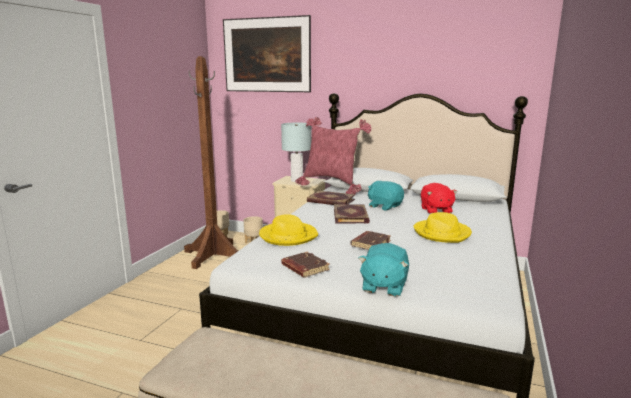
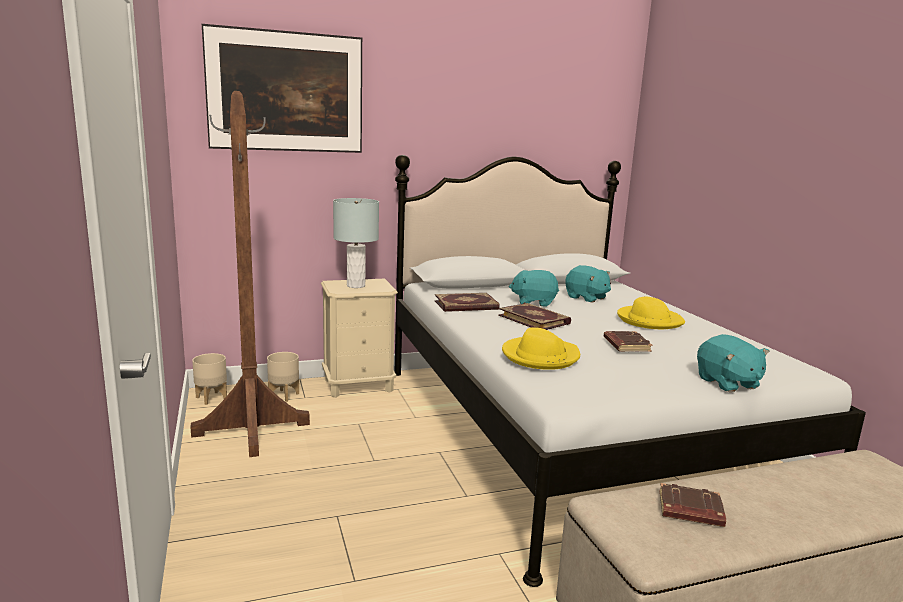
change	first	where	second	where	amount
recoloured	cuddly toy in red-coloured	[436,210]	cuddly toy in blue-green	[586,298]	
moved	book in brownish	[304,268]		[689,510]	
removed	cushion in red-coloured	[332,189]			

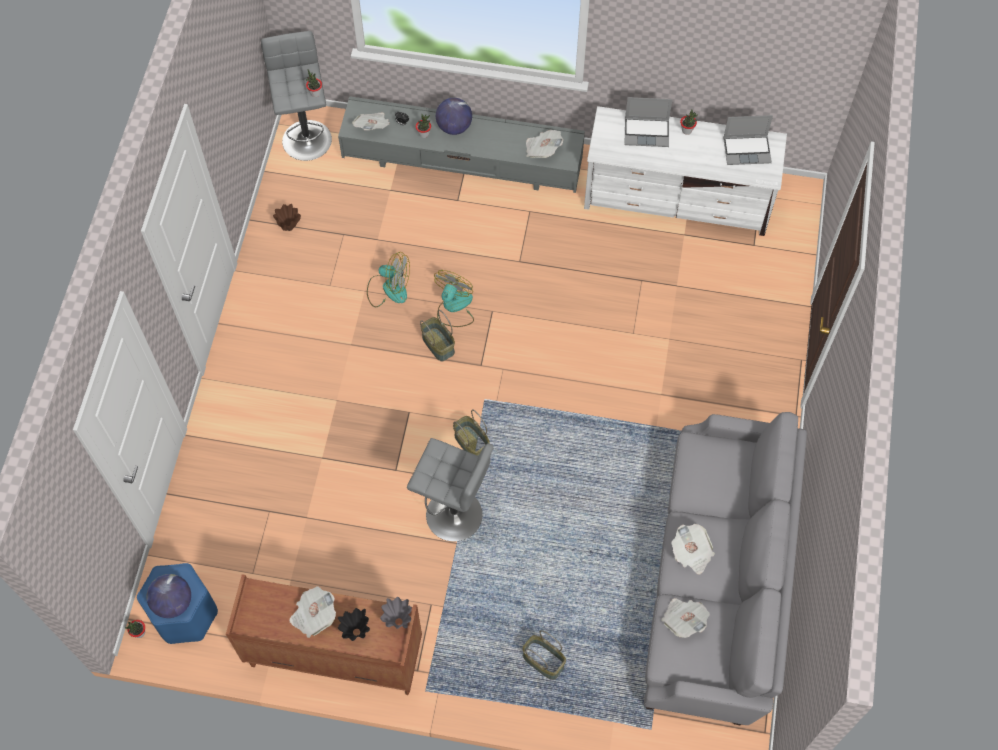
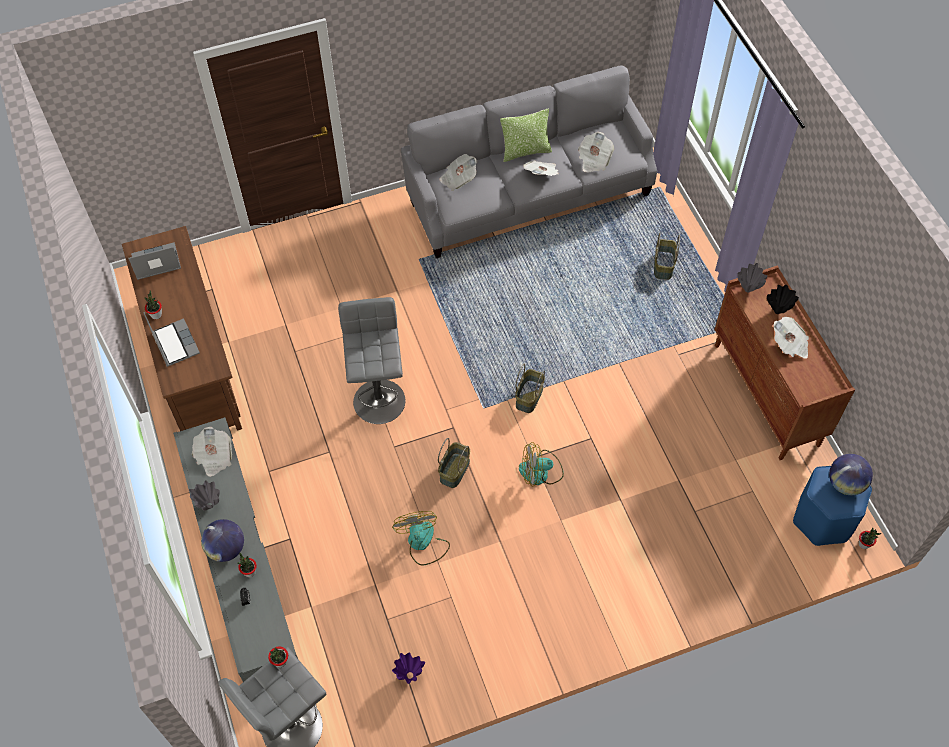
change	first	where	second	where	amount
recoloured	chest of drawers in white-coloured	[677,201]	chest of drawers in brownish	[194,361]	
turned	portable computer	[747,150]		[156,263]	75 degrees counterclockwise
added			flower vase in grey	[210,506]	
moved	sitting stool in grey	[454,515]		[379,401]	
recoloured	flower vase in brownish	[290,228]	flower vase in purplish	[409,675]	
moved	printed paper	[373,127]		[458,179]	
added			cushion	[525,151]	
moved	electric fan	[454,307]		[540,472]	

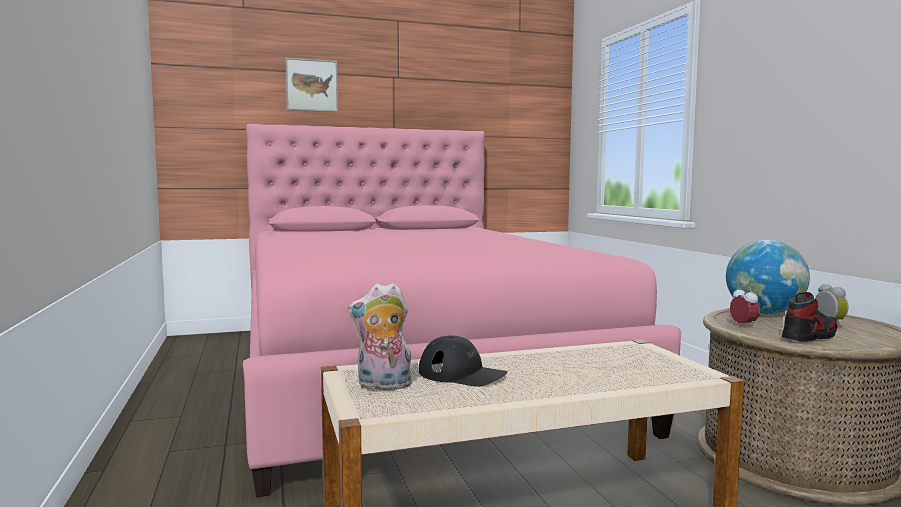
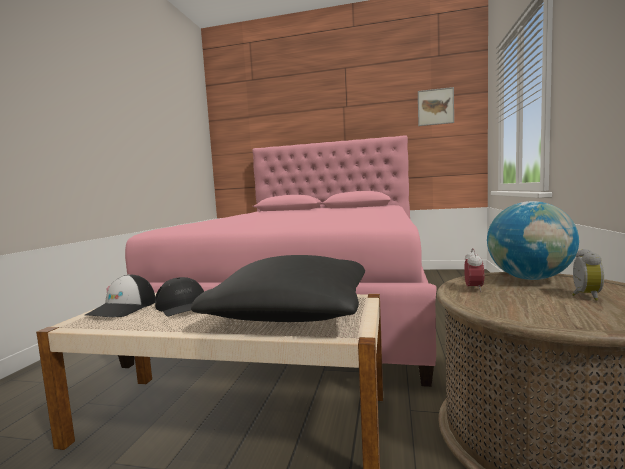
change	first	where	second	where	amount
replaced	cuddly toy	[383,386]	baseball cap	[123,308]	
added			cushion in black	[292,312]	
moved	wall picture	[312,85]		[435,107]	
removed	low shoe	[809,336]			

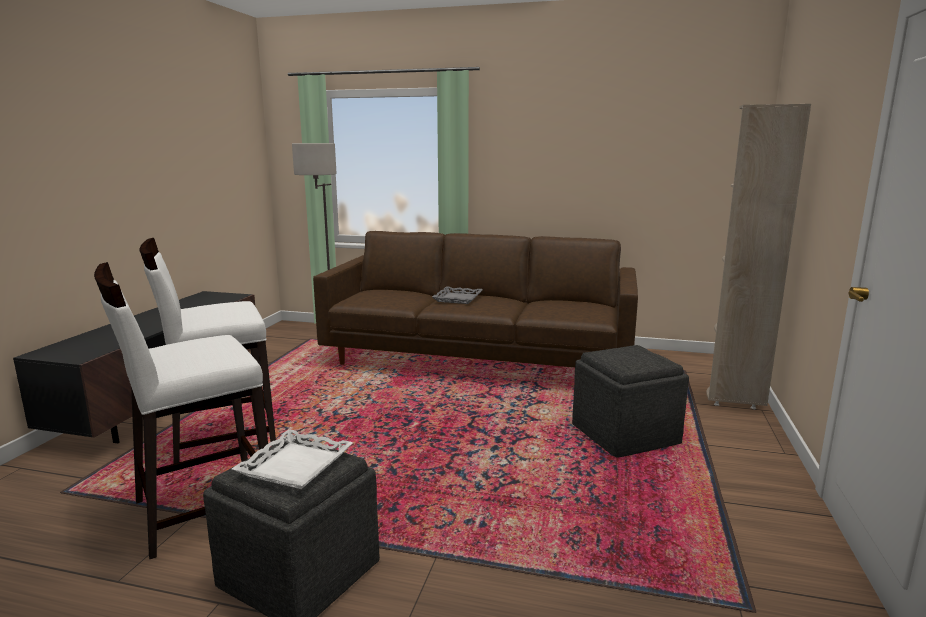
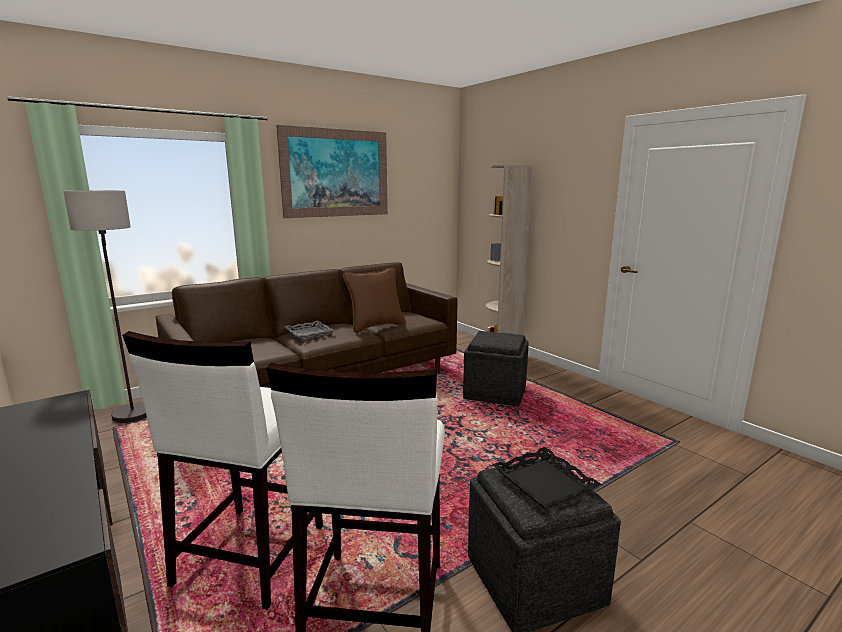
change	first	where	second	where	amount
added			wall picture	[336,173]	
added			cushion in brownish	[375,326]	
recoloured	serving tray in white-coloured	[295,465]	serving tray in black	[543,483]	

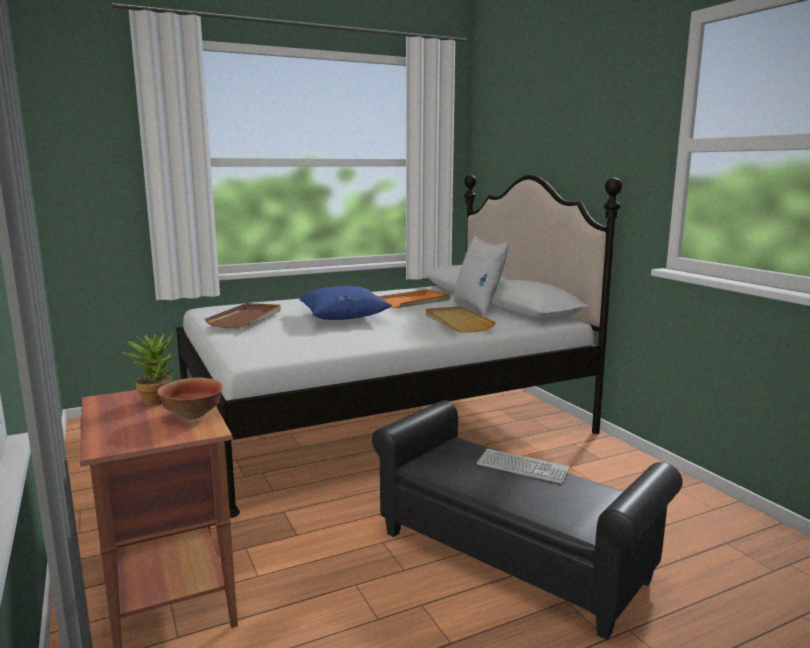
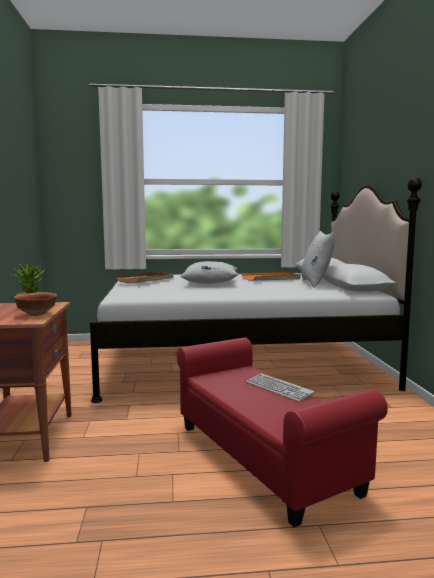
change	first	where	second	where	amount
recoloured	footrest in black	[511,556]	footrest in red-coloured	[263,457]	
recoloured	cushion in bluish	[343,317]	cushion in grey	[210,283]	
removed	serving tray in sand-coloured	[457,322]			

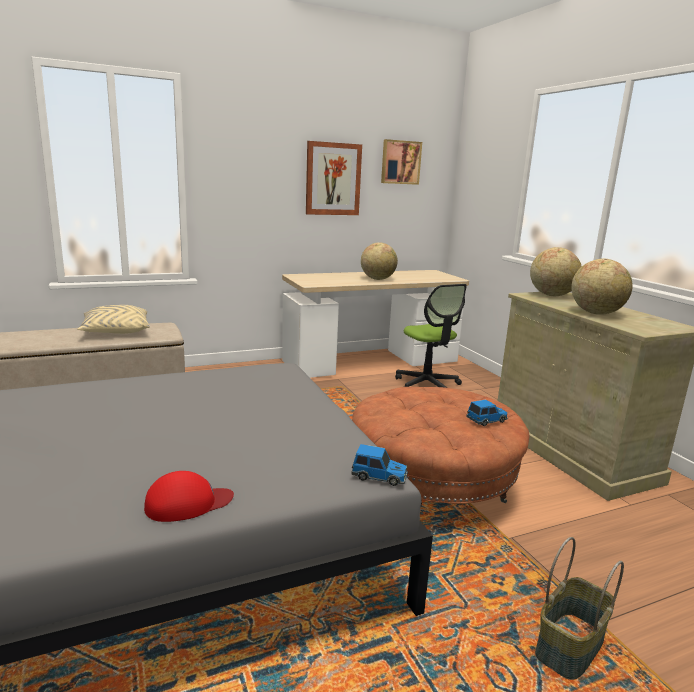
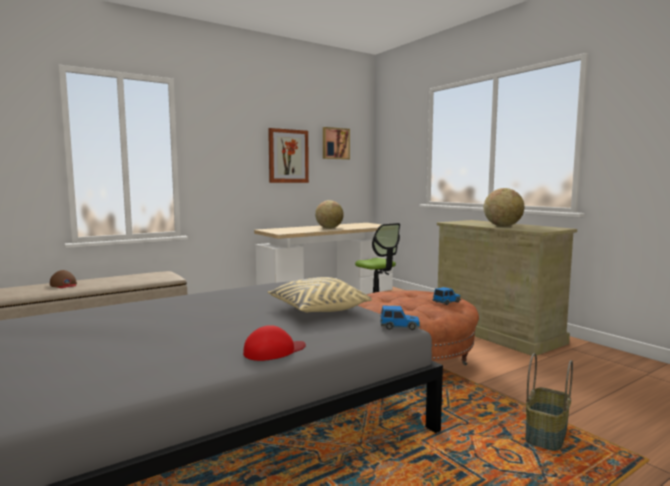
change	first	where	second	where	amount
added			baseball cap in brownish	[64,285]	
moved	cushion in sand-coloured	[116,331]		[318,310]	
removed	desk globe	[551,295]			

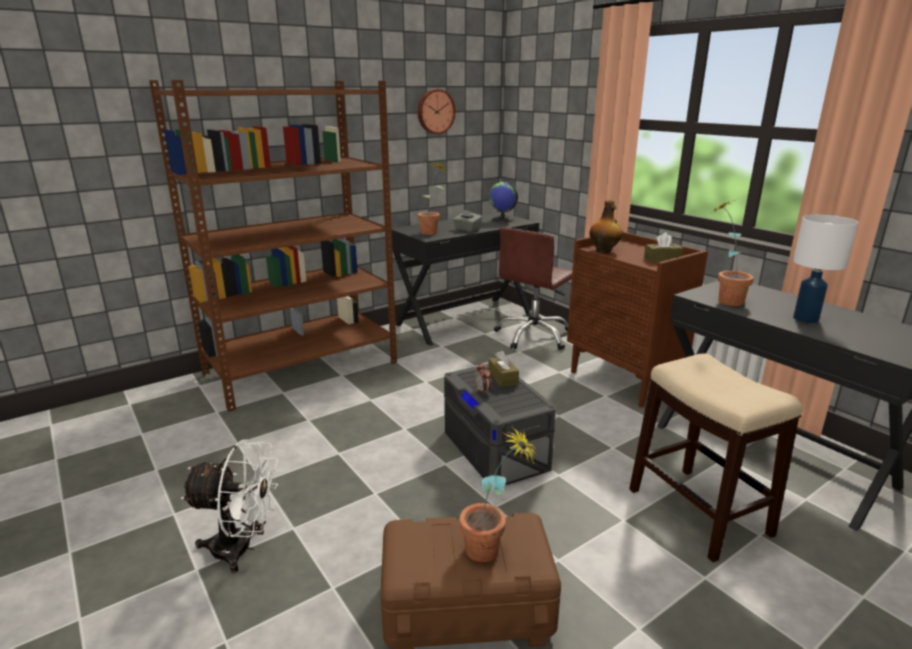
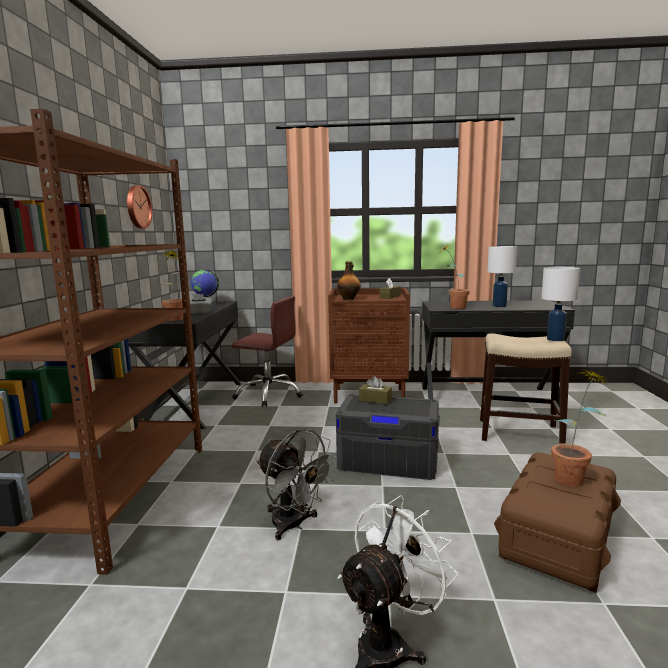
change	first	where	second	where	amount
turned	office chair in brownish	[534,336]		[269,394]	60 degrees counterclockwise
added			electric fan in grey	[294,525]	
added			tabletop lamp in white-coloured	[555,339]	
removed	table clock	[483,391]			

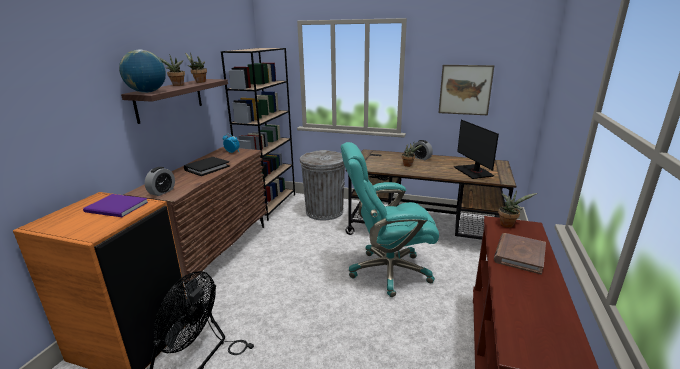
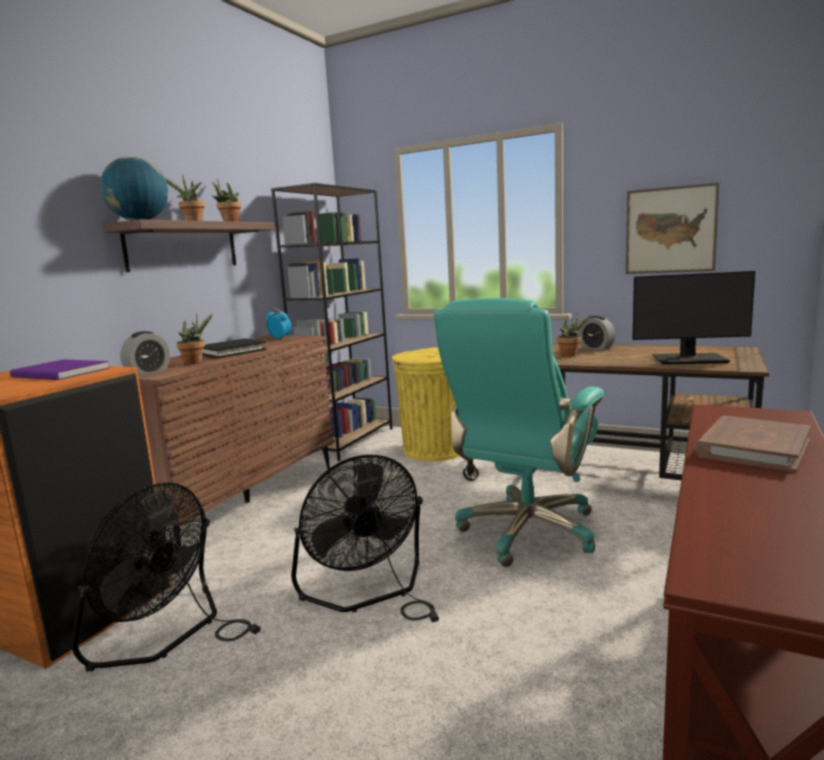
change	first	where	second	where	amount
moved	potted plant	[508,224]		[196,362]	
added			electric fan in black	[376,592]	
recoloured	rubbish bin in grey	[324,211]	rubbish bin in yellow-coloured	[435,450]	
turned	office chair in blue-green	[386,272]		[525,534]	60 degrees counterclockwise
turned	computer display	[473,172]		[688,359]	75 degrees counterclockwise

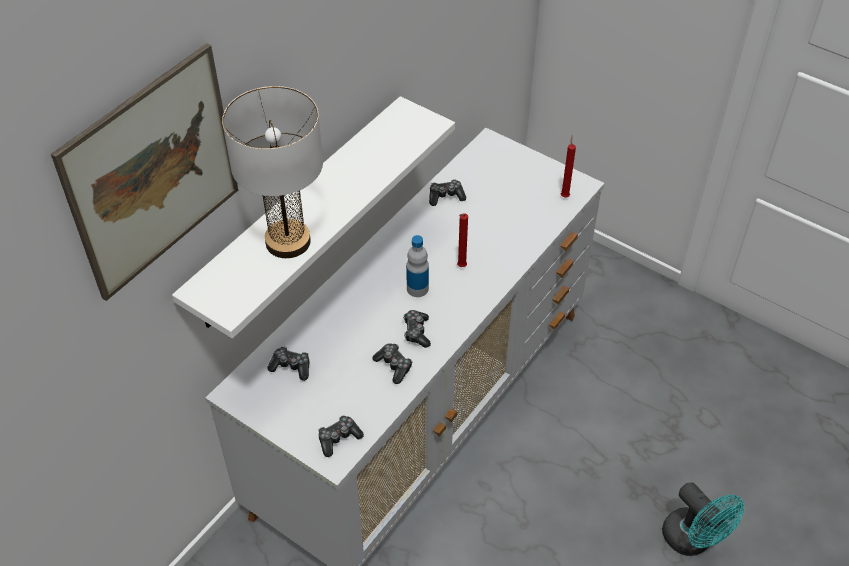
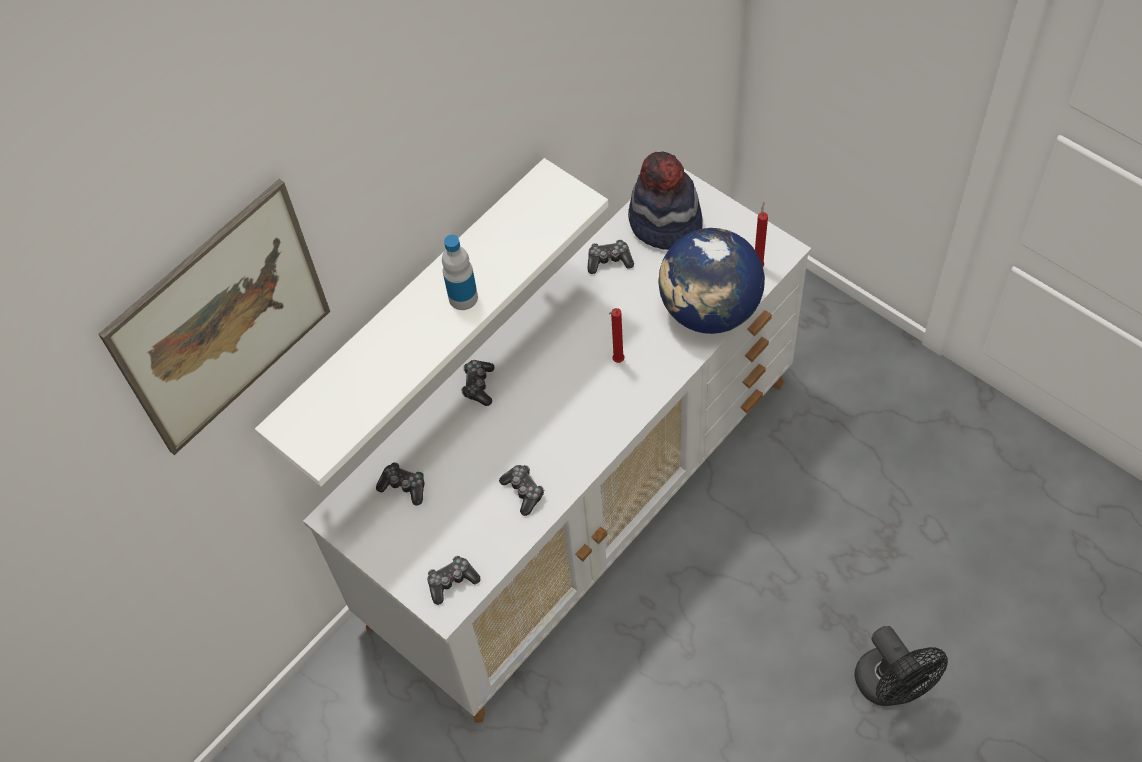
change	first	where	second	where	amount
moved	beverage bottle	[417,288]		[463,297]	
moved	gamepad	[416,332]		[478,385]	
added			hat	[665,223]	
added			desk globe	[709,310]	
recoloured	electric fan in blue-green	[693,540]	electric fan in black	[891,687]	
removed	tabletop lamp	[287,241]			

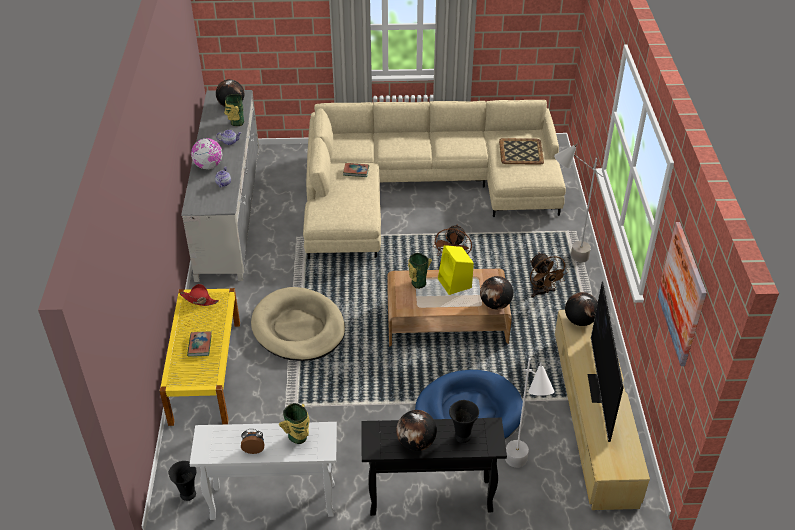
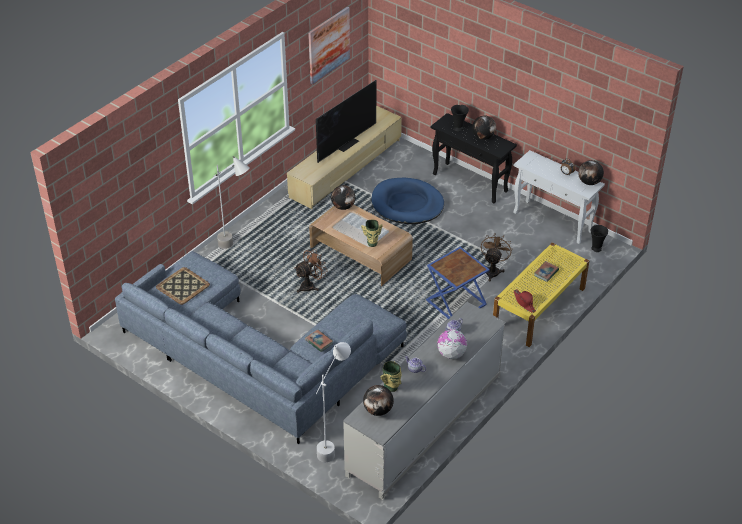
change	first	where	second	where	amount
recoloured	sofa in sand-coloured	[420,188]	sofa in bluish	[257,356]	
moved	standard lamp in white-coloured	[520,474]		[334,445]	
replaced	dog cushion in sand-coloured	[298,328]	end table in bluish	[456,302]	
moved	electric fan in brownish	[542,292]		[493,270]	
moved	desk globe	[579,321]		[589,182]	
removed	flower vase	[298,437]			
removed	speaker in yellow-coloured	[455,283]			

